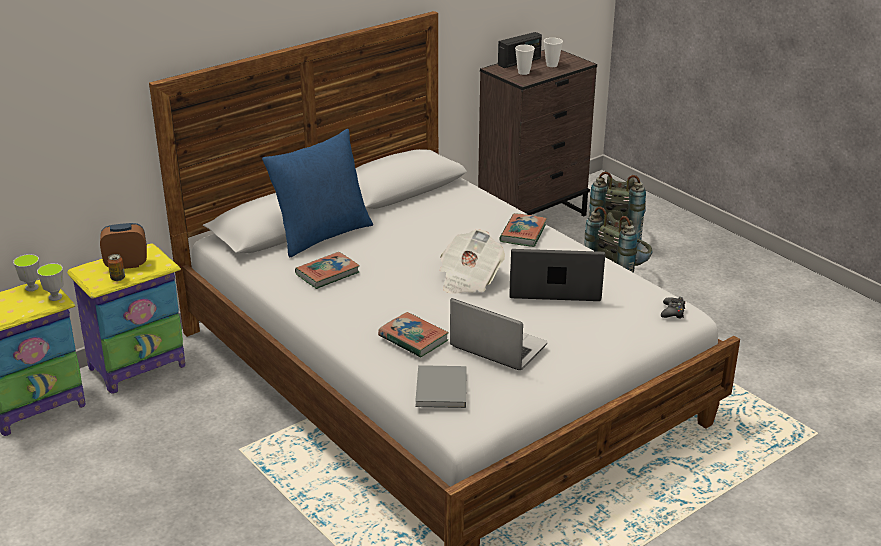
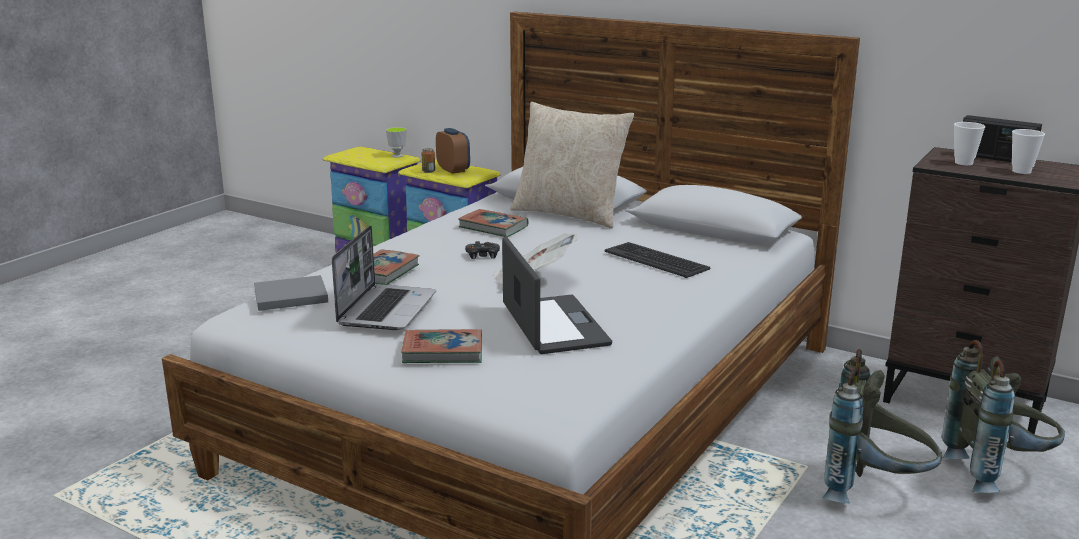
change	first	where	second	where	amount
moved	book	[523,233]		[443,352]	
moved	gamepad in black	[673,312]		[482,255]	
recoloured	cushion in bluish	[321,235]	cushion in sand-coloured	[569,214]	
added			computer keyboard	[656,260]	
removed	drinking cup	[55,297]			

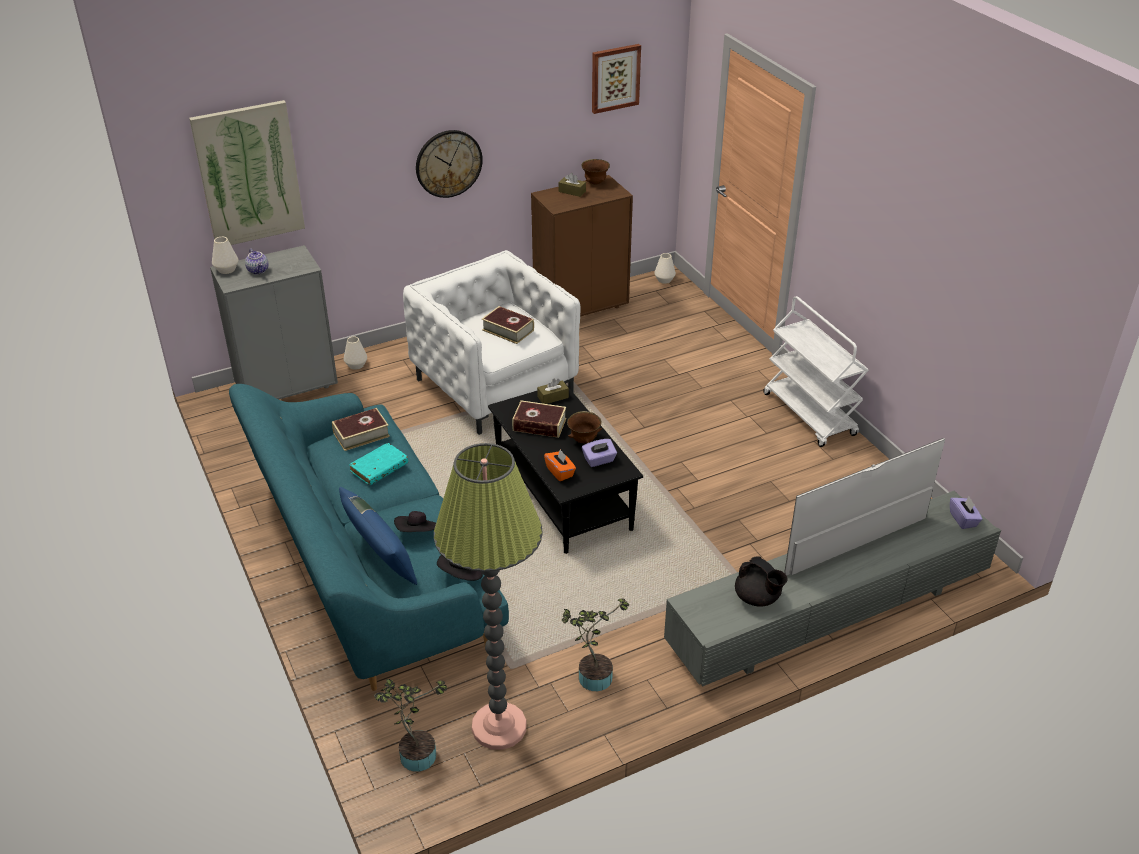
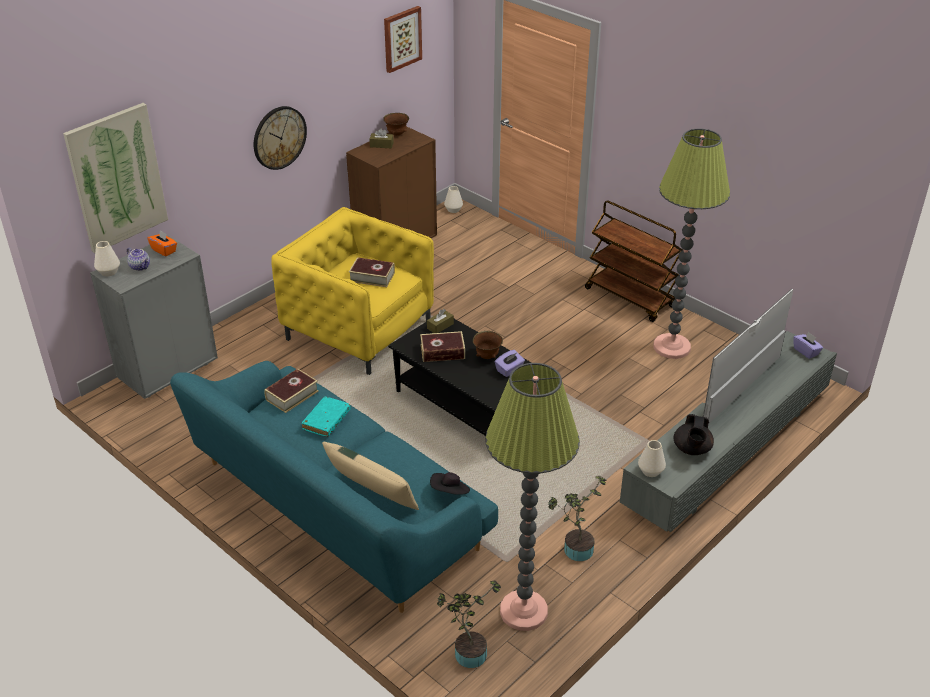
change	first	where	second	where	amount
moved	box of tissues in orange-coloured	[560,472]		[164,250]	
recoloured	lounge chair in white-coloured	[494,386]	lounge chair in yellow-coloured	[358,330]	
recoloured	cushion in bluish	[380,555]	cushion in sand-coloured	[371,493]	
recoloured	trolley in white-coloured	[810,415]	trolley in brownish	[630,298]	
moved	flower vase in white-coloured	[356,365]		[650,471]	
added			standard lamp	[671,347]	
turned	pot for tea in black	[757,598]		[692,449]	75 degrees clockwise
removed	hat in black	[417,532]			

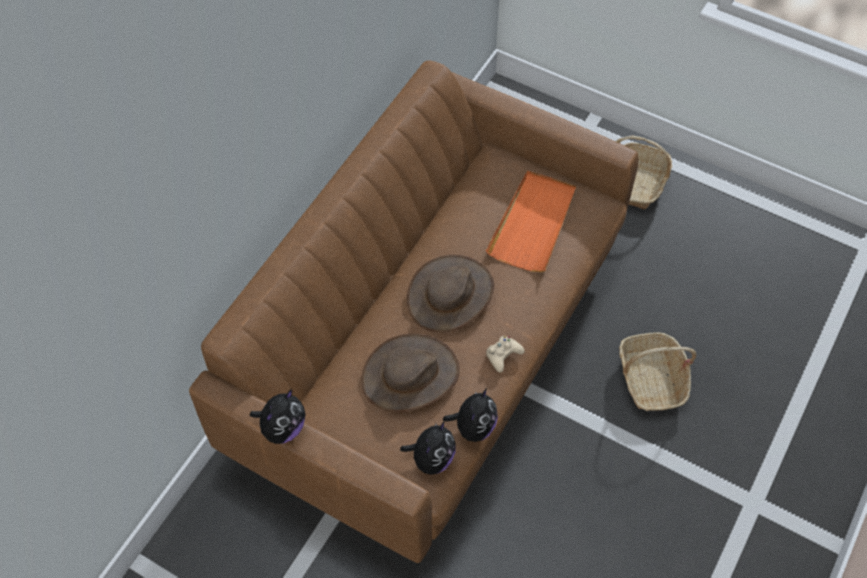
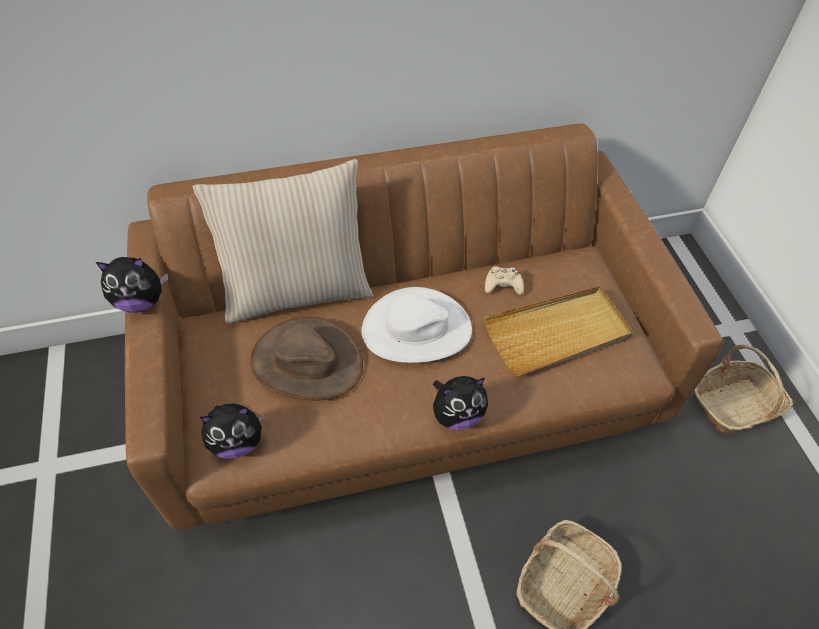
change	first	where	second	where	amount
added			cushion in sand-coloured	[297,291]	
recoloured	hat in brownish	[450,295]	hat in white-coloured	[416,330]	
moved	cuddly toy	[473,427]		[457,415]	
recoloured	serving tray in orange-coloured	[533,223]	serving tray in sand-coloured	[557,333]	
moved	gamepad in sand-coloured	[503,355]		[503,284]	

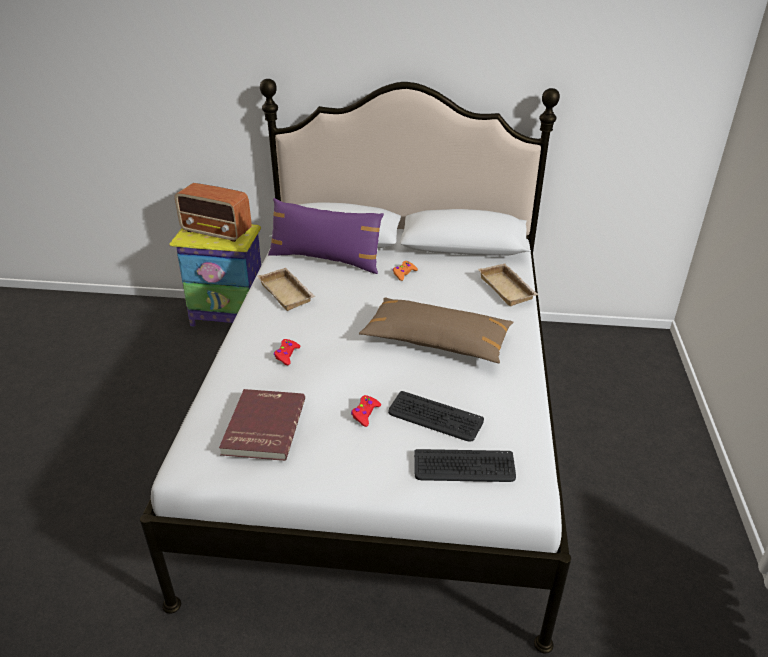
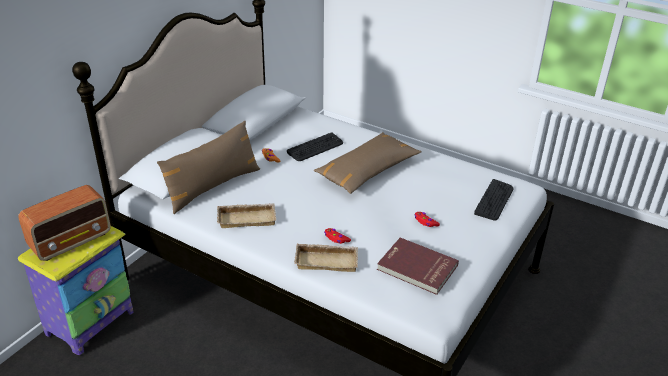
change	first	where	second	where	amount
recoloured	cushion in purplish	[325,259]	cushion in brownish	[212,187]	
moved	computer keyboard	[435,417]		[315,148]	
moved	serving tray in sand-coloured	[508,289]		[327,260]	

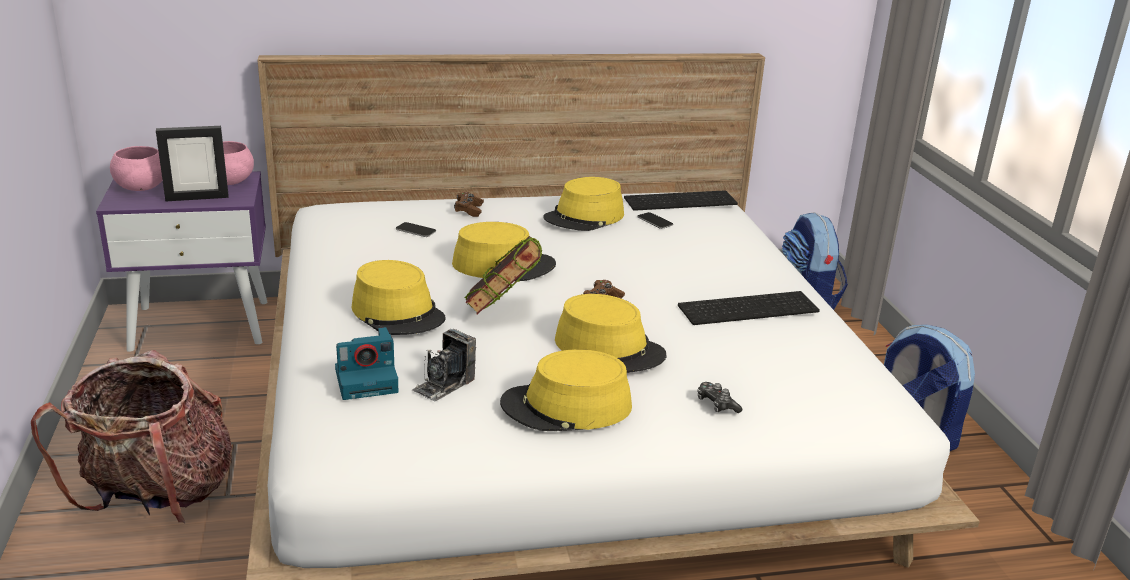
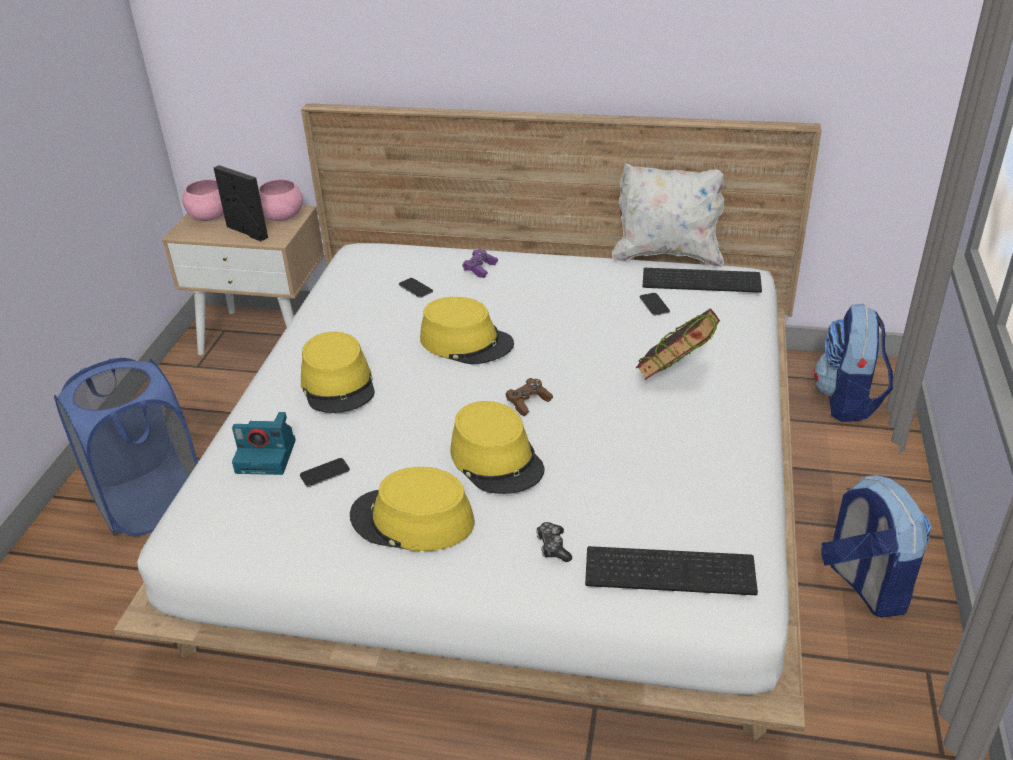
change	first	where	second	where	amount
replaced	rucksack	[157,497]	washing basket in bluish	[150,503]	
recoloured	night table in purplish	[201,324]	night table in sand-coloured	[266,336]	
turned	standing frame	[197,197]		[246,232]	150 degrees counterclockwise
replaced	still camera	[444,384]	handset	[325,473]	
recoloured	gamepad in brownish	[469,210]	gamepad in purplish	[480,269]	
moved	computer keyboard	[748,307]		[671,569]	
added			cushion in white-coloured	[667,255]	
moved	book	[503,311]		[675,375]	
removed	hat in yellow-coloured	[584,217]			

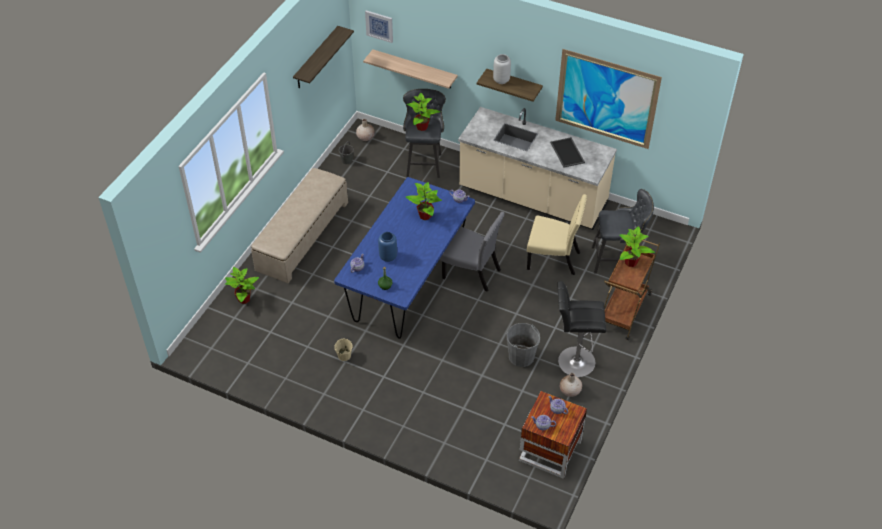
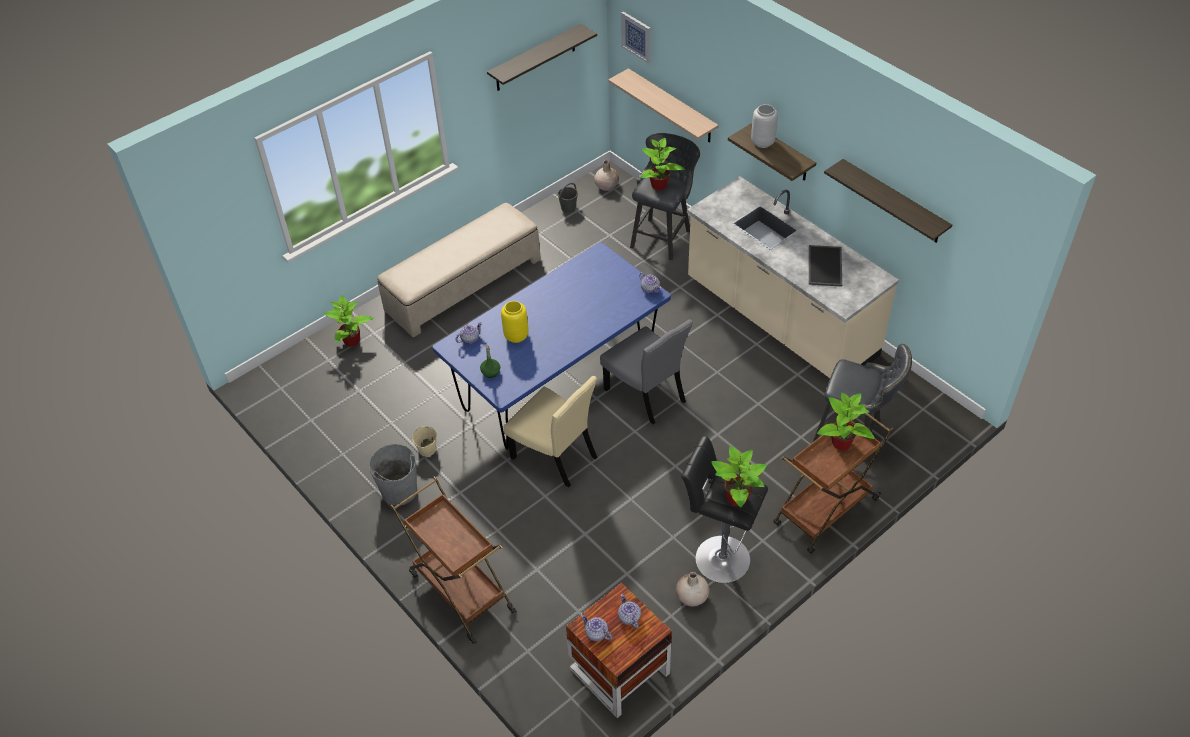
change	first	where	second	where	amount
moved	pail in grey	[521,356]		[399,491]	
added			trolley in brownish	[461,592]	
recoloured	flower vase in bluish	[388,256]	flower vase in yellow-coloured	[516,336]	
moved	upright chair in sand-coloured	[552,259]		[554,455]	
moved	potted plant	[425,215]		[737,498]	
replaced	wall picture	[606,99]	shelf	[893,202]	

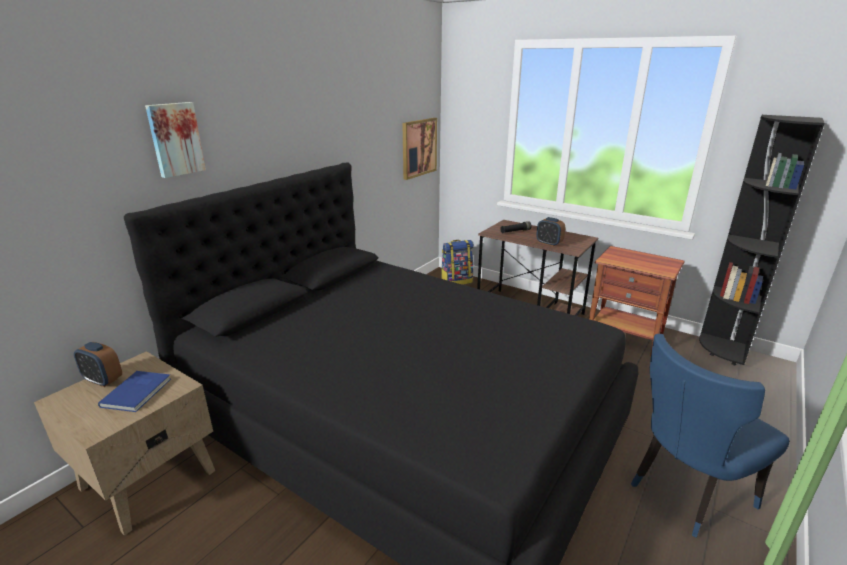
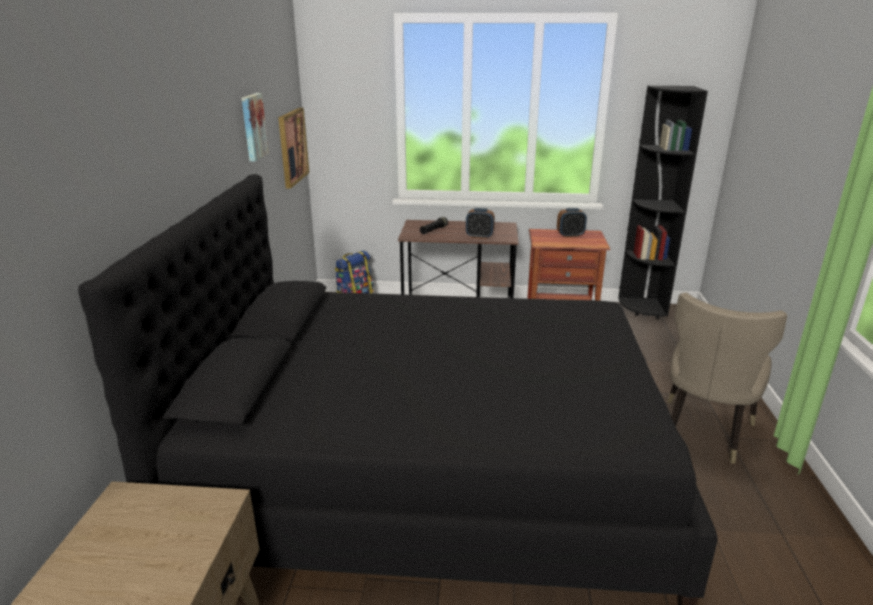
change	first	where	second	where	amount
moved	wall picture	[175,139]		[252,126]	
moved	table clock	[103,380]		[570,235]	
recoloured	upright chair in bluish	[685,493]	upright chair in sand-coloured	[703,433]	
removed	book in bluish	[138,392]			

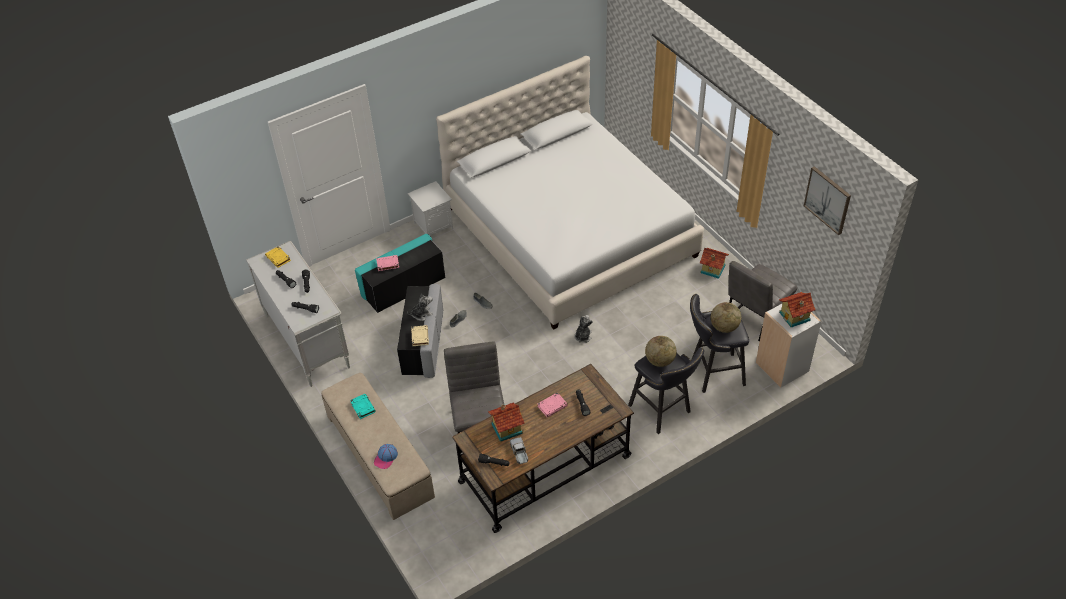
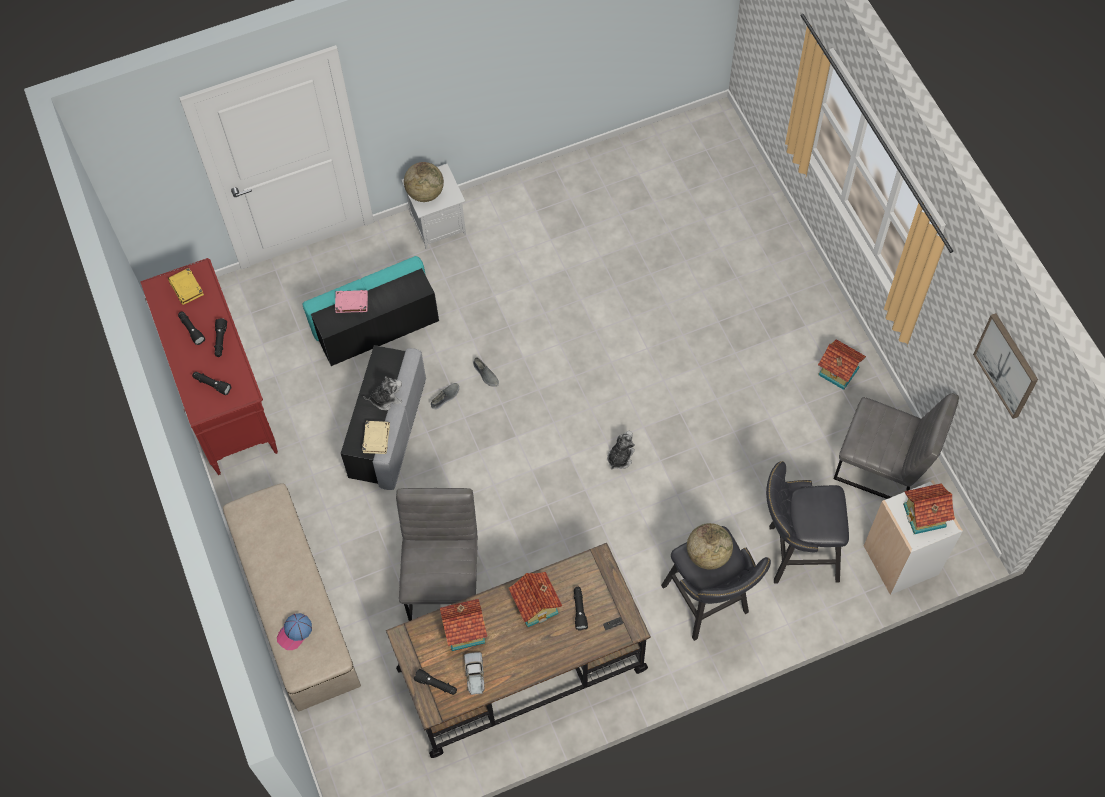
change	first	where	second	where	amount
recoloured	chest of drawers in white-coloured	[307,340]	chest of drawers in red-coloured	[225,396]	
moved	desk globe	[724,327]		[425,193]	
replaced	book in pink	[552,406]	toy house	[536,605]	
turned	upright chair in grey	[755,317]		[882,467]	120 degrees counterclockwise
removed	book in blue-green	[362,407]			
removed	bed in white-coloured	[569,231]			

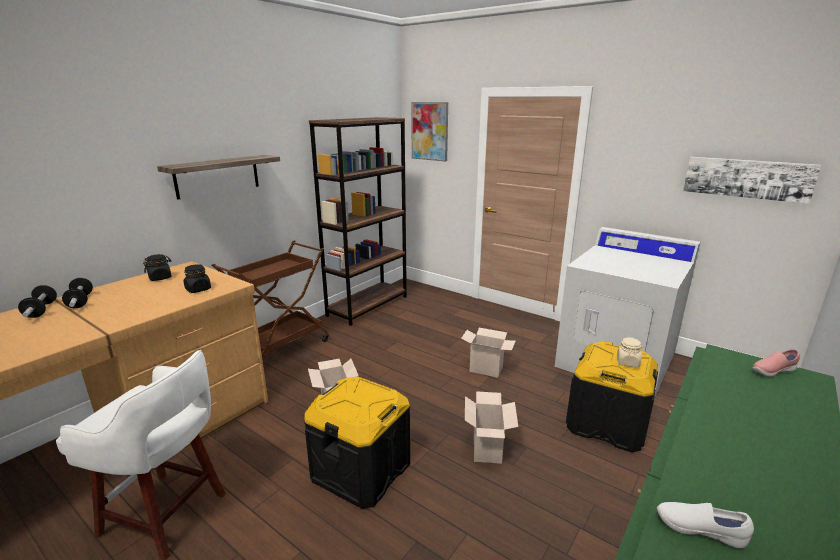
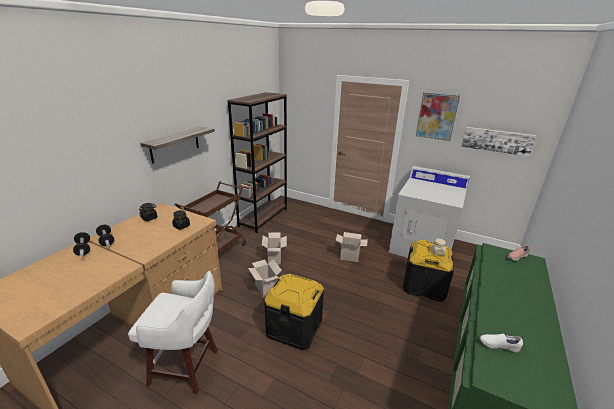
change	first	where	second	where	amount
moved	cardboard box	[488,450]		[275,259]	
moved	wall picture	[429,131]		[437,116]	

